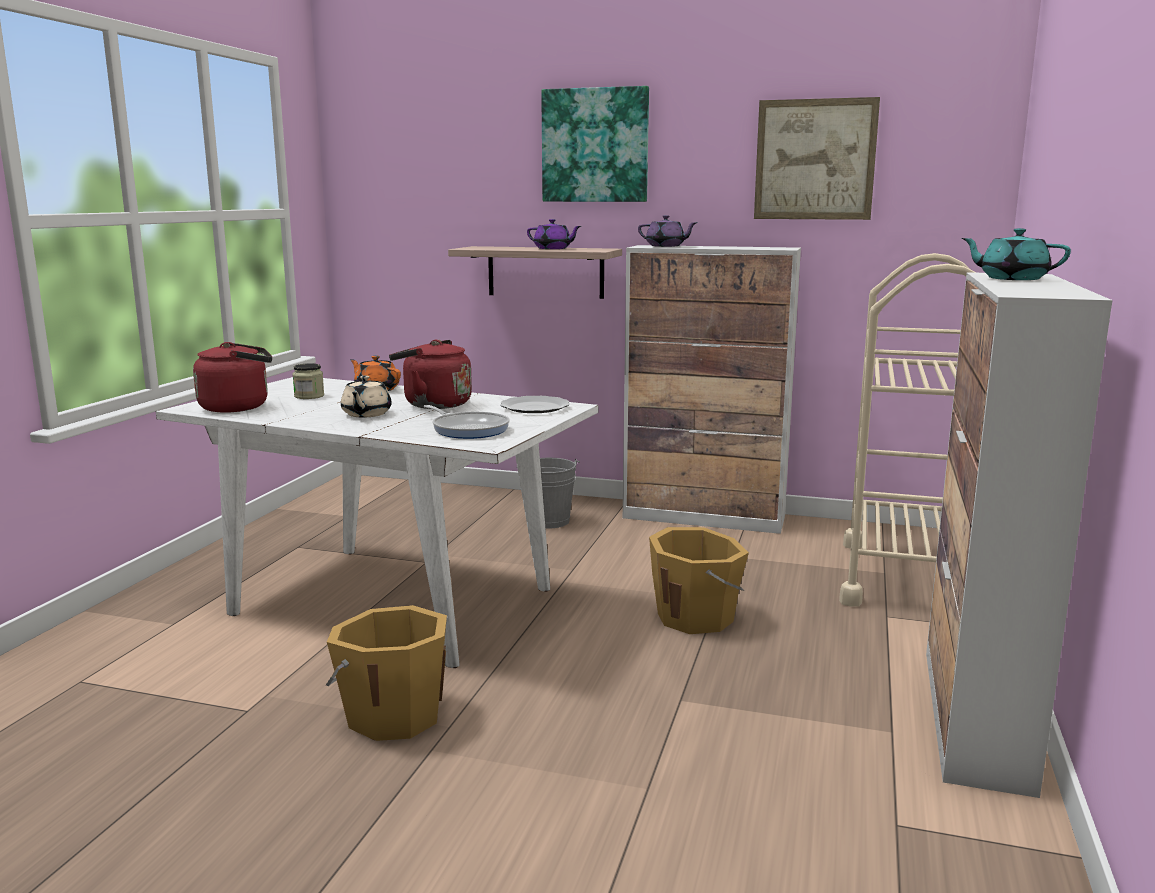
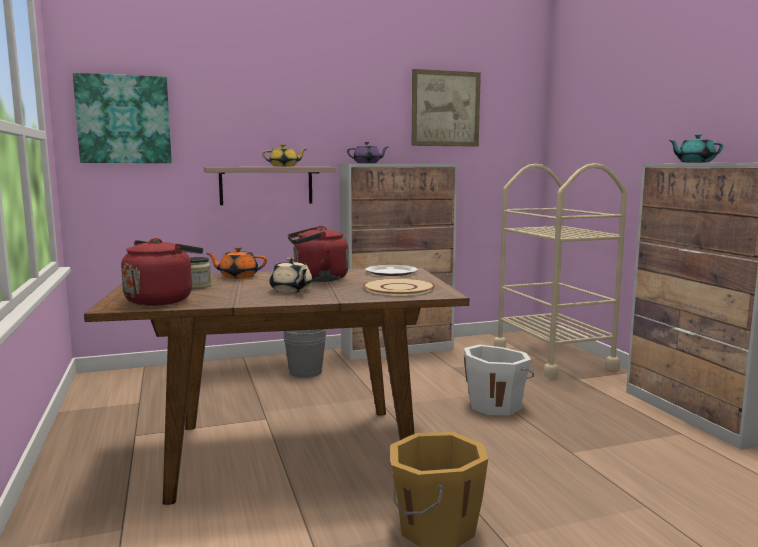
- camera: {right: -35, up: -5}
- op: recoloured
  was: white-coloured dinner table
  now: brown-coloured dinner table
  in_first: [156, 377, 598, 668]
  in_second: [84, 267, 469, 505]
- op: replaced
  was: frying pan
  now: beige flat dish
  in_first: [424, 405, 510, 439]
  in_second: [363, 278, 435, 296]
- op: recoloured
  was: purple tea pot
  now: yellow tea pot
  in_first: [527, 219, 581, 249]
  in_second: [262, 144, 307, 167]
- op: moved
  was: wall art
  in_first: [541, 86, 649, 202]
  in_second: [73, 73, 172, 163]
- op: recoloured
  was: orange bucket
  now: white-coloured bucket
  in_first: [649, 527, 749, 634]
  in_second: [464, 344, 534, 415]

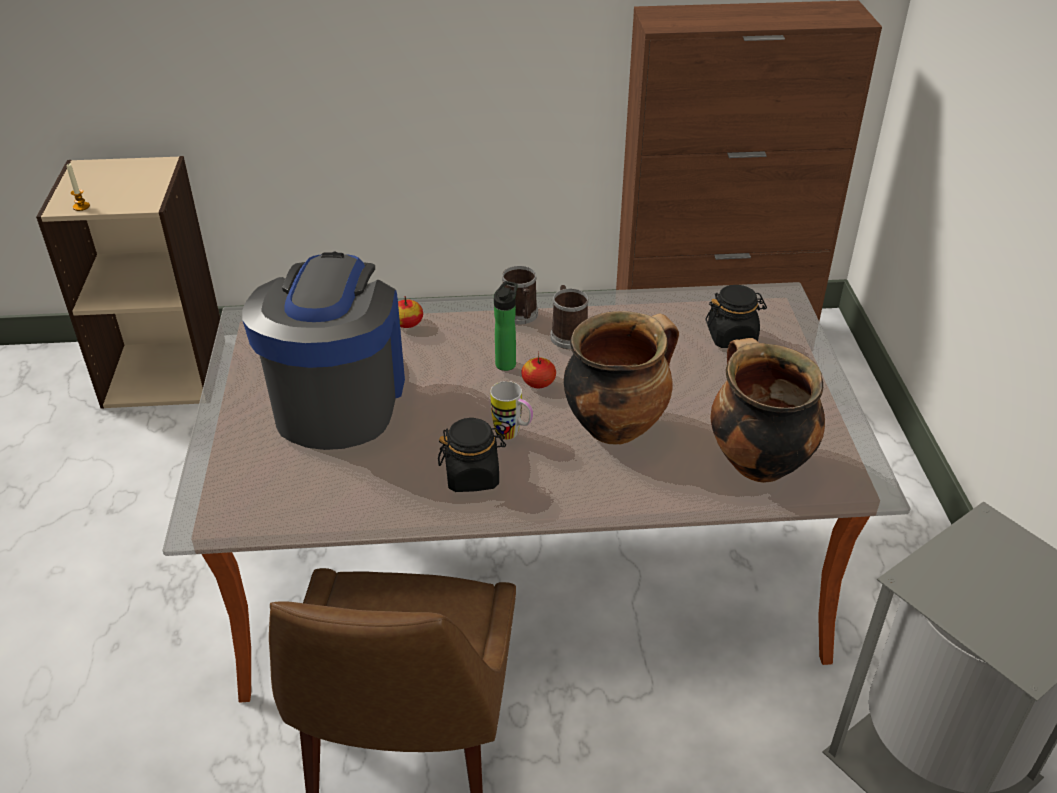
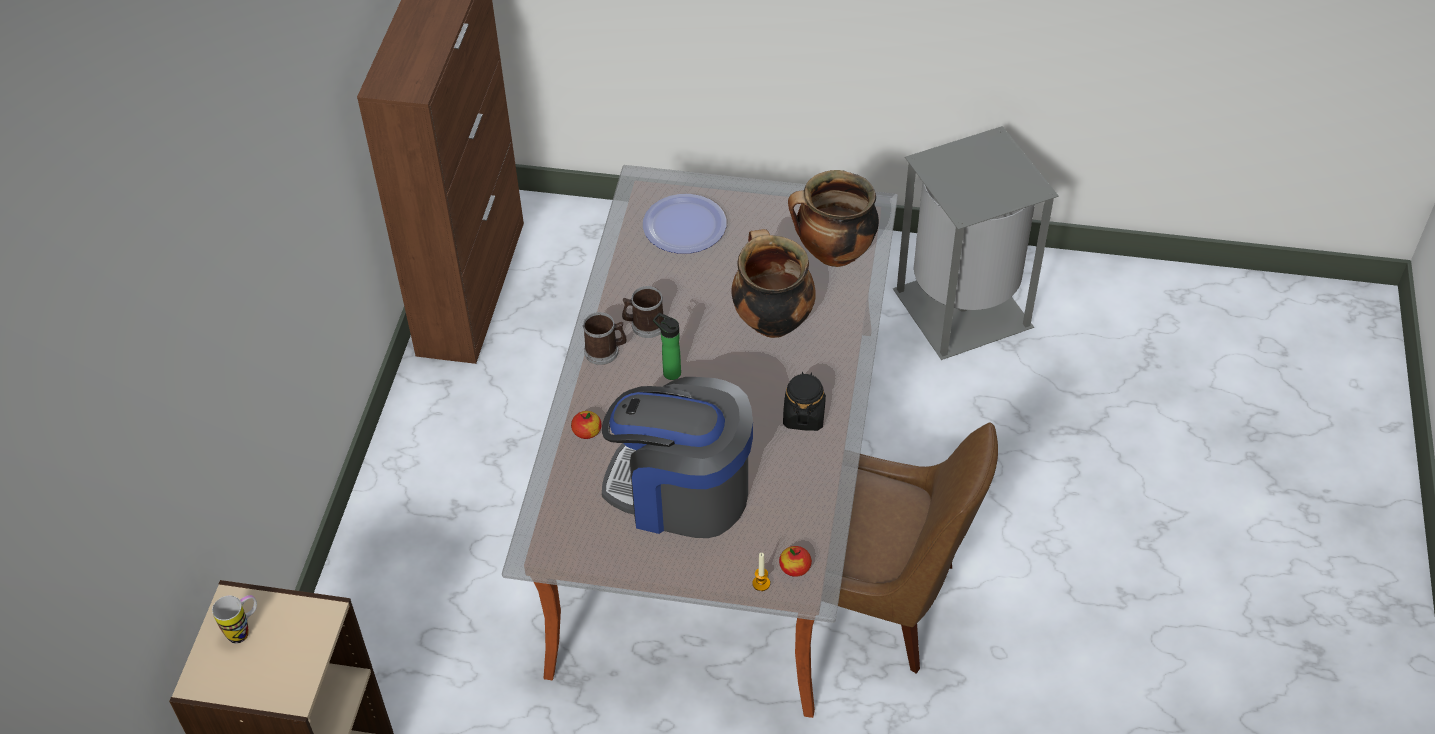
- camera: {right: -75, up: 10}
- op: moved
  was: wax light
  in_first: [66, 164, 90, 211]
  in_second: [752, 553, 770, 591]
- op: moved
  was: coffee mug
  in_first: [490, 381, 533, 440]
  in_second: [212, 595, 257, 644]
- op: moved
  was: apple
  in_first: [521, 355, 556, 388]
  in_second: [779, 546, 812, 577]
- op: replaced
  was: black storage jar
  now: flat dish
  in_first: [705, 285, 767, 348]
  in_second: [643, 194, 726, 254]

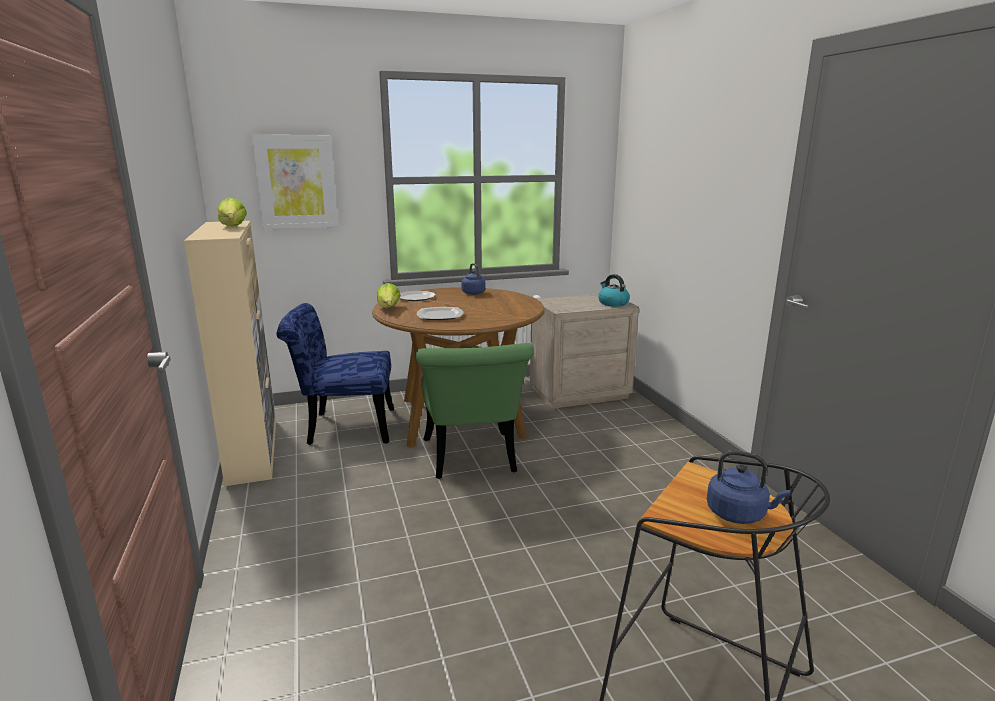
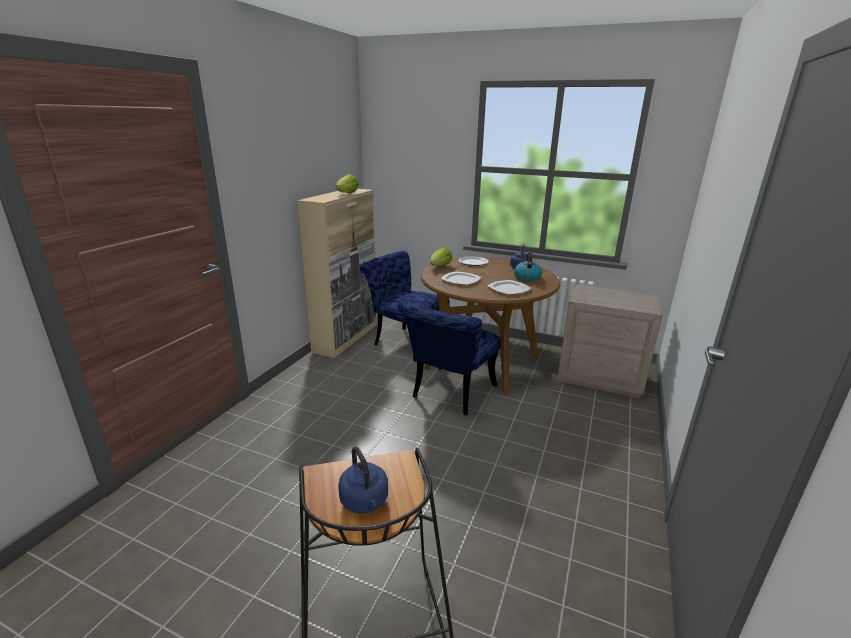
- camera: {right: 40, up: 5}
- op: removed
  was: wall art
  in_first: [252, 135, 338, 230]
- op: recoloured
  was: green-coloured chair
  now: blue-coloured chair
  in_first: [416, 343, 534, 479]
  in_second: [398, 301, 501, 415]
- op: moved
  was: kettle
  in_first: [598, 274, 630, 307]
  in_second: [514, 252, 542, 281]
- op: added
  now: flat dish
  in_second: [487, 280, 532, 295]

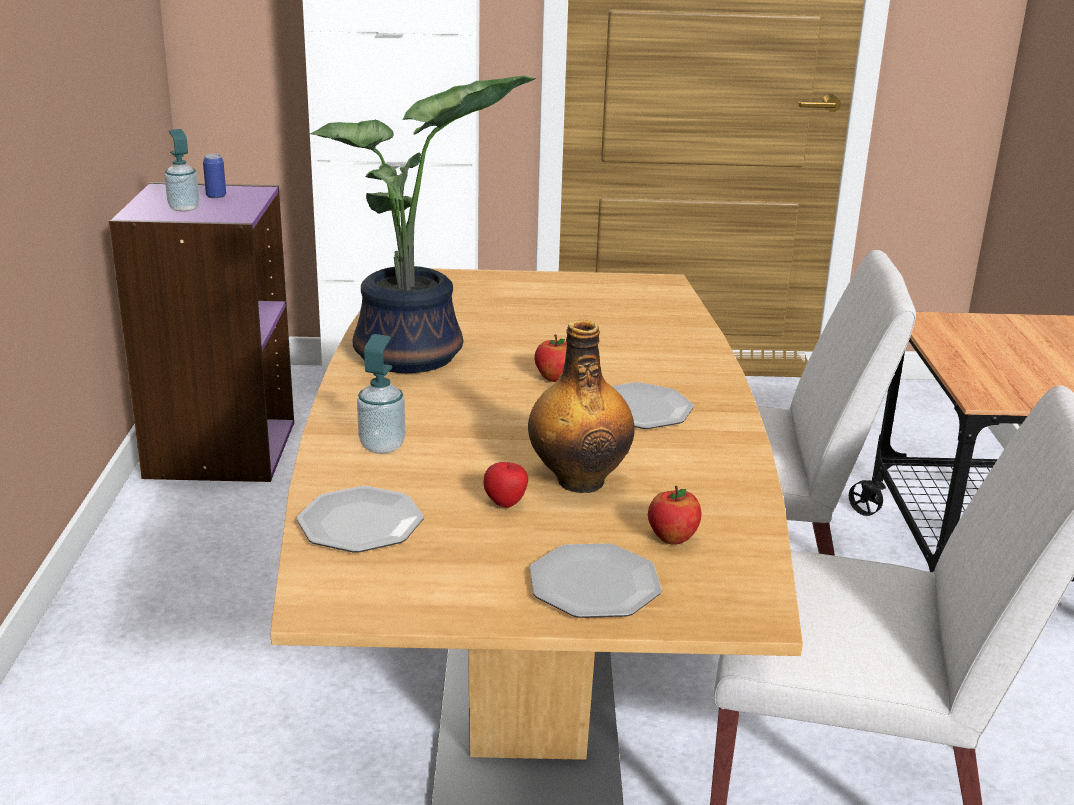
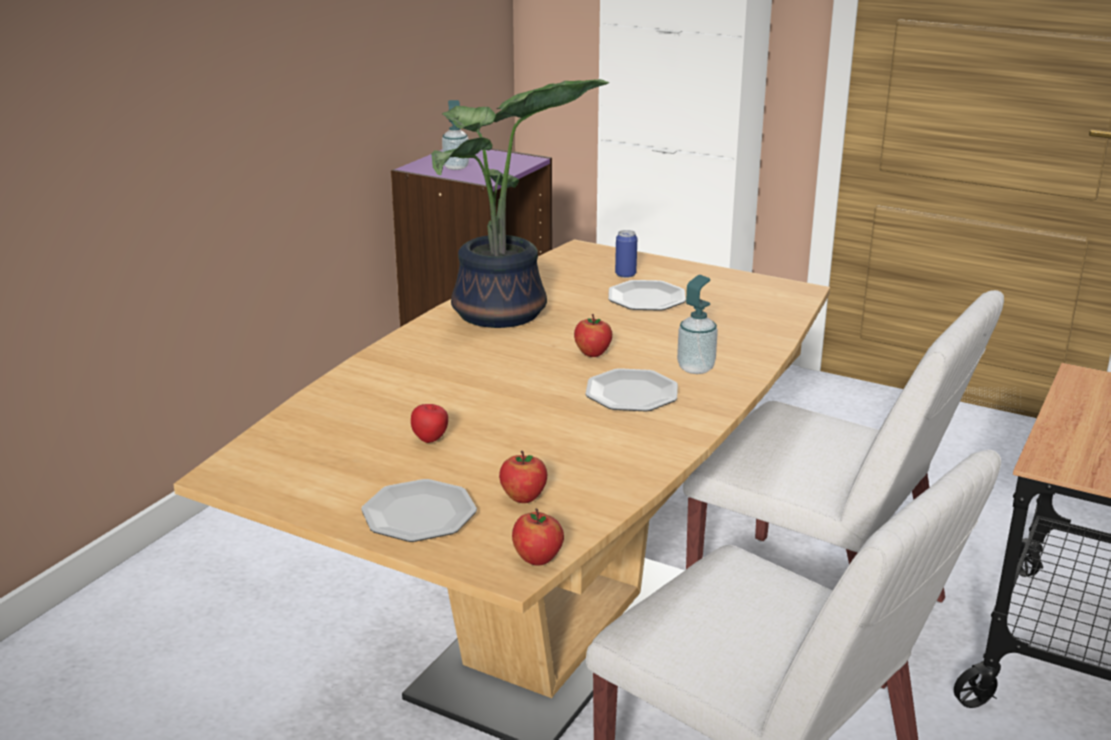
- camera: {right: 30, up: 0}
- op: moved
  was: can
  in_first: [203, 154, 226, 199]
  in_second: [615, 230, 637, 278]
- op: moved
  was: flat dish
  in_first: [297, 486, 424, 553]
  in_second: [608, 280, 686, 311]
- op: moved
  was: soap bottle
  in_first: [357, 334, 406, 454]
  in_second: [677, 275, 718, 374]
- op: removed
  was: drink bottle
  in_first: [528, 320, 634, 493]
- op: added
  now: apple
  in_second: [512, 509, 564, 566]

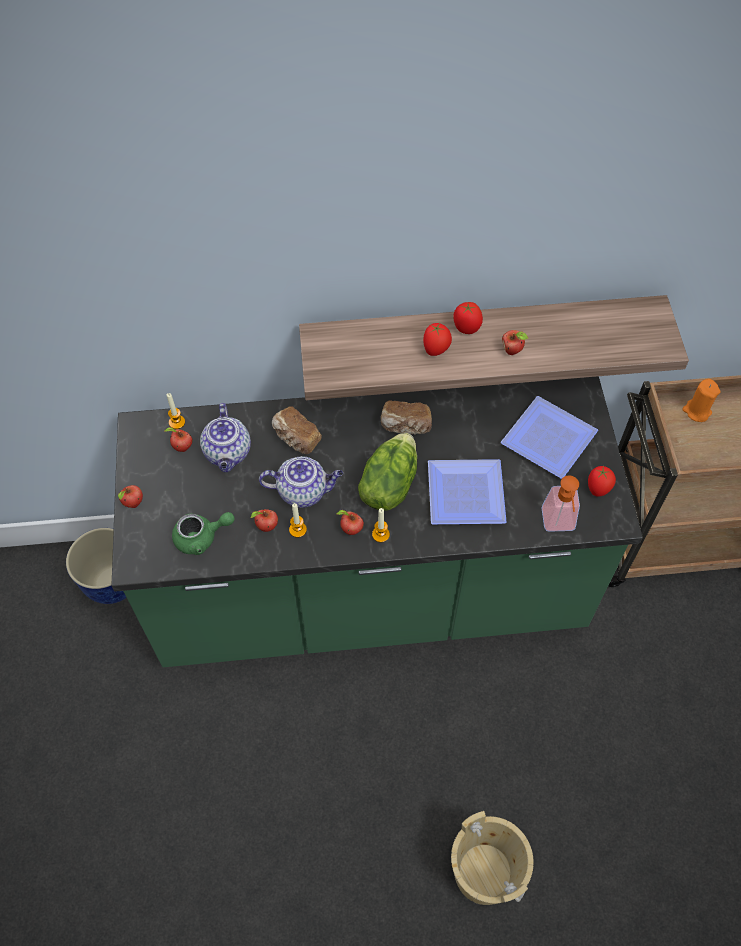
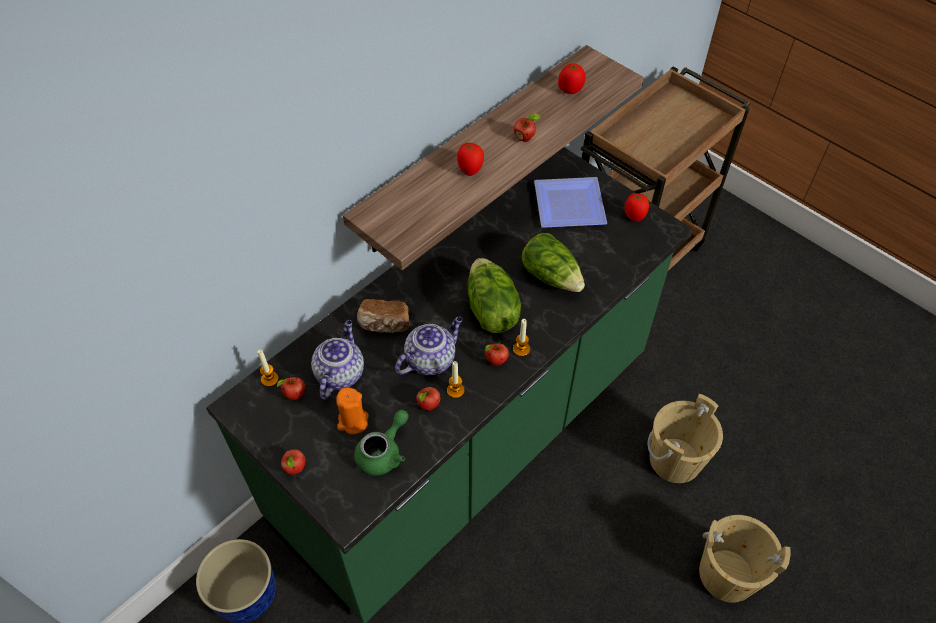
- camera: {right: -40, up: -5}
- op: turned
  was: tea pot
  in_first: [200, 403, 251, 472]
  in_second: [311, 320, 364, 399]
  clockwise: -120
- op: removed
  was: bread
  in_first: [381, 400, 432, 435]
- op: replaced
  was: flat dish
  now: head of lettuce
  in_first: [428, 459, 507, 524]
  in_second: [522, 233, 585, 292]
- op: moved
  was: tomato
  in_first: [453, 302, 483, 334]
  in_second: [558, 63, 586, 94]
- op: removed
  was: soap bottle
  in_first: [542, 475, 580, 532]
- op: moved
  was: orange wax light
  in_first: [682, 379, 721, 422]
  in_second: [337, 388, 369, 434]
- op: added
  now: beige bucket
  in_second: [647, 394, 723, 483]

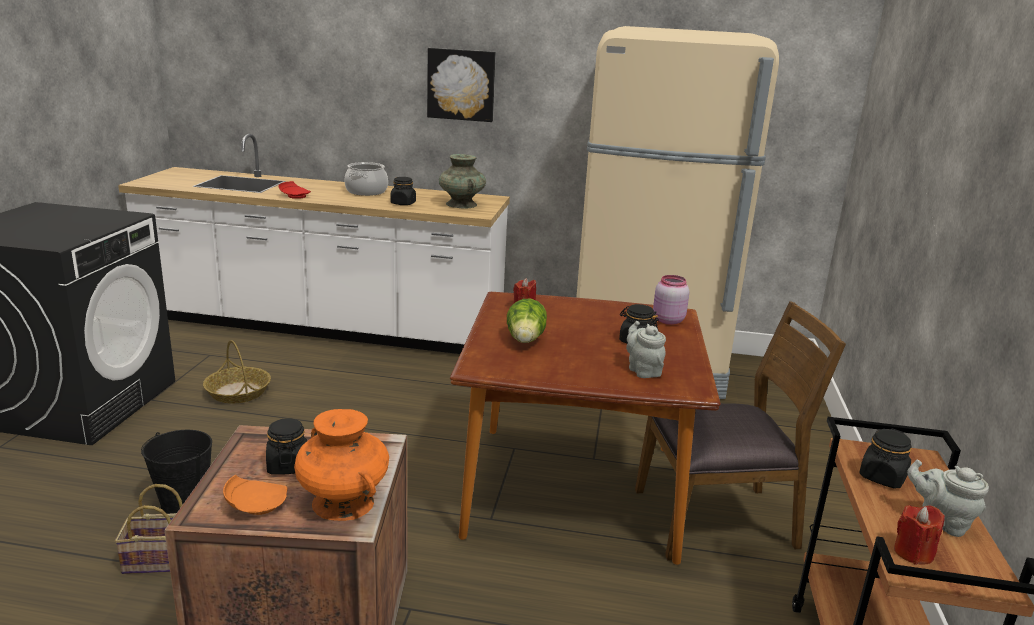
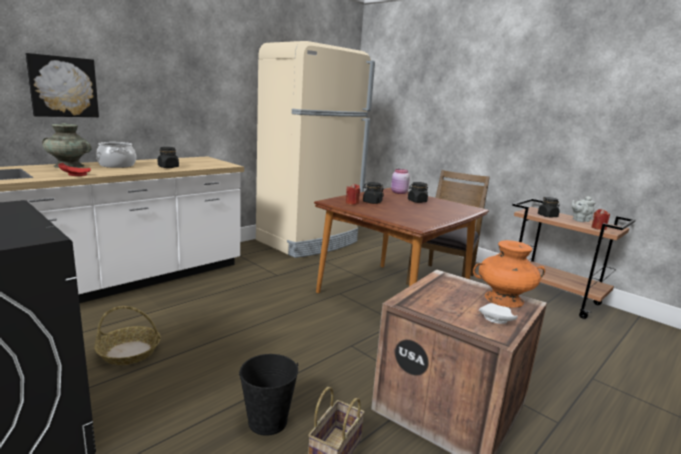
- camera: {right: -55, up: -5}
- op: recoloured
  was: orange flat dish
  now: white-coloured flat dish
  in_first: [223, 475, 288, 515]
  in_second: [479, 303, 518, 324]
- op: moved
  was: black storage jar
  in_first: [266, 418, 307, 475]
  in_second: [363, 182, 384, 204]
- op: moved
  was: wall art
  in_first: [427, 48, 496, 122]
  in_second: [25, 53, 99, 117]
- op: moved
  was: turquoise-coloured flower vase
  in_first: [439, 154, 486, 209]
  in_second: [42, 123, 91, 168]
- op: removed
  was: head of lettuce
  in_first: [507, 298, 547, 343]
- op: removed
  was: greyish tea pot
  in_first: [626, 321, 666, 378]

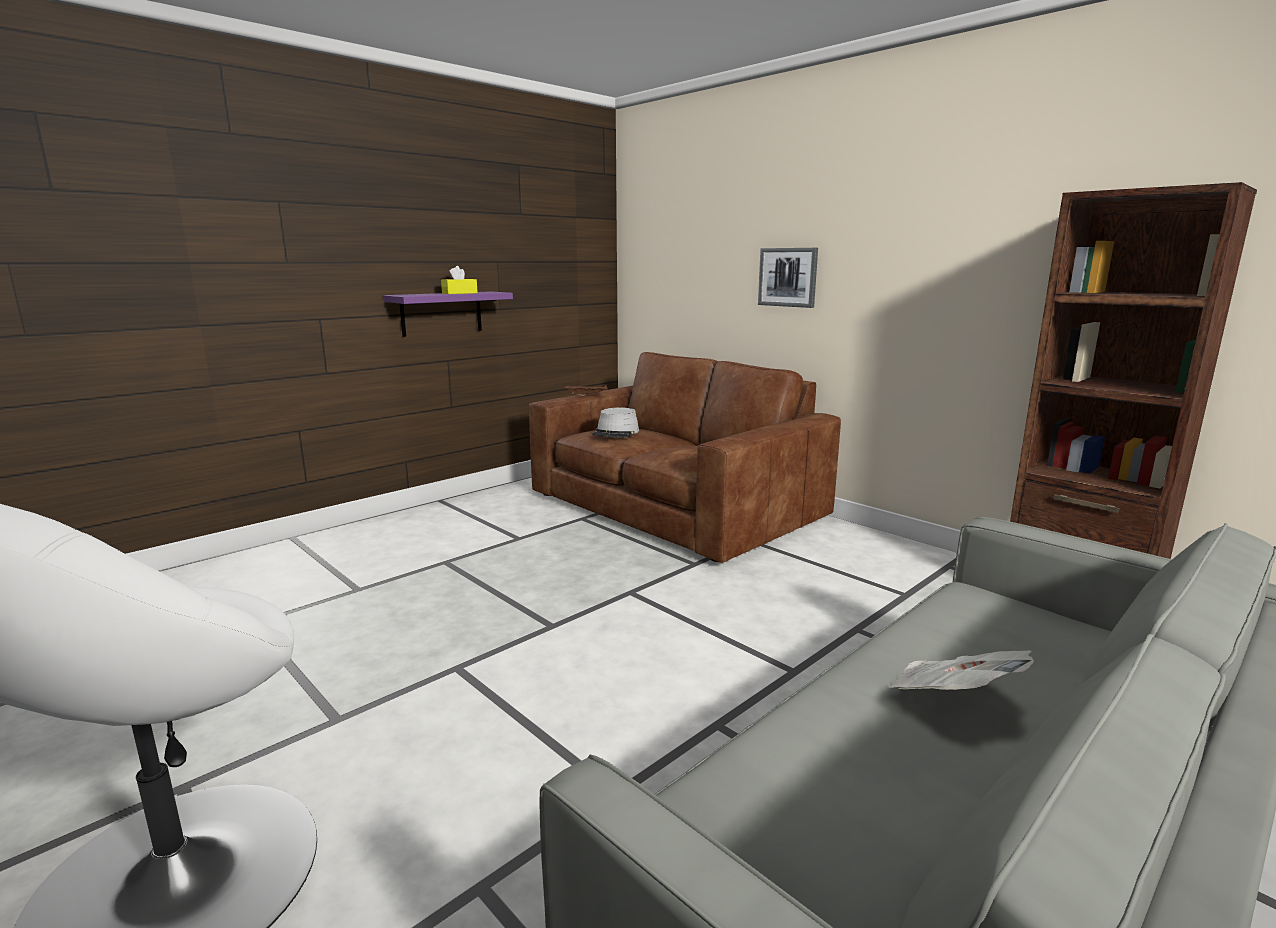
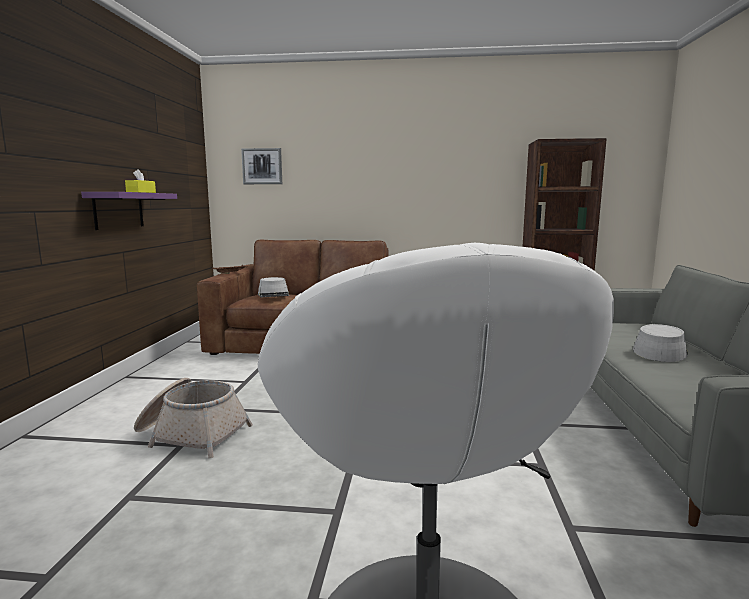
- camera: {right: -40, up: -5}
- op: moved
  was: wall art
  in_first: [758, 248, 818, 308]
  in_second: [241, 148, 282, 184]
- op: replaced
  was: daily paper
  now: greyish clothing hat
  in_first: [888, 651, 1034, 690]
  in_second: [633, 324, 688, 362]
- op: added
  now: basket
  in_second: [134, 378, 253, 458]

